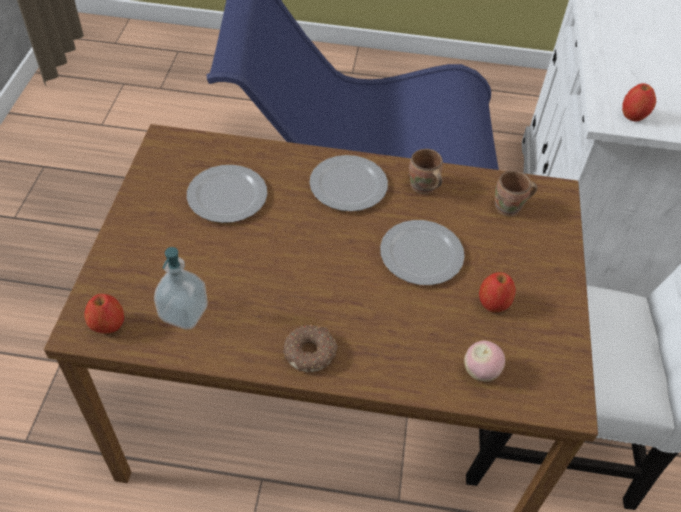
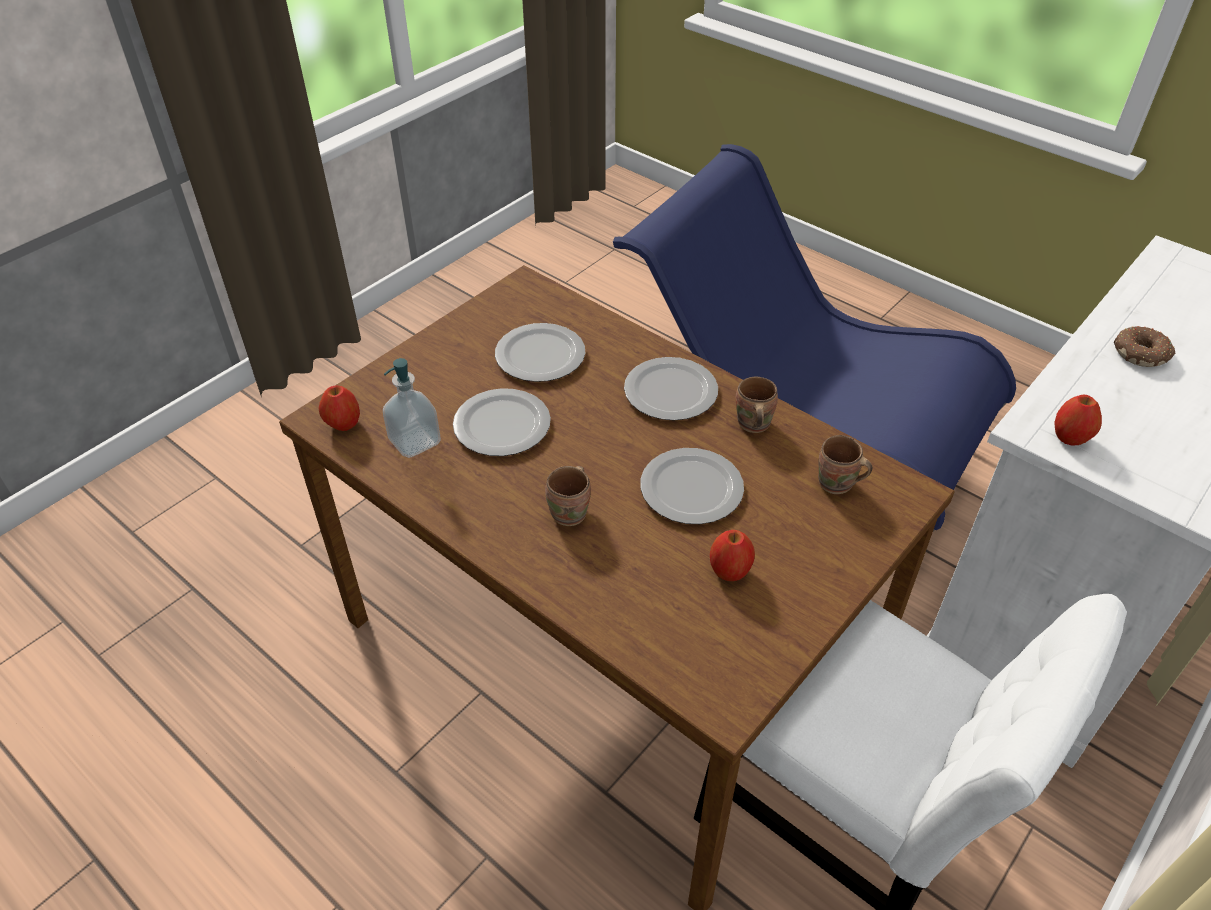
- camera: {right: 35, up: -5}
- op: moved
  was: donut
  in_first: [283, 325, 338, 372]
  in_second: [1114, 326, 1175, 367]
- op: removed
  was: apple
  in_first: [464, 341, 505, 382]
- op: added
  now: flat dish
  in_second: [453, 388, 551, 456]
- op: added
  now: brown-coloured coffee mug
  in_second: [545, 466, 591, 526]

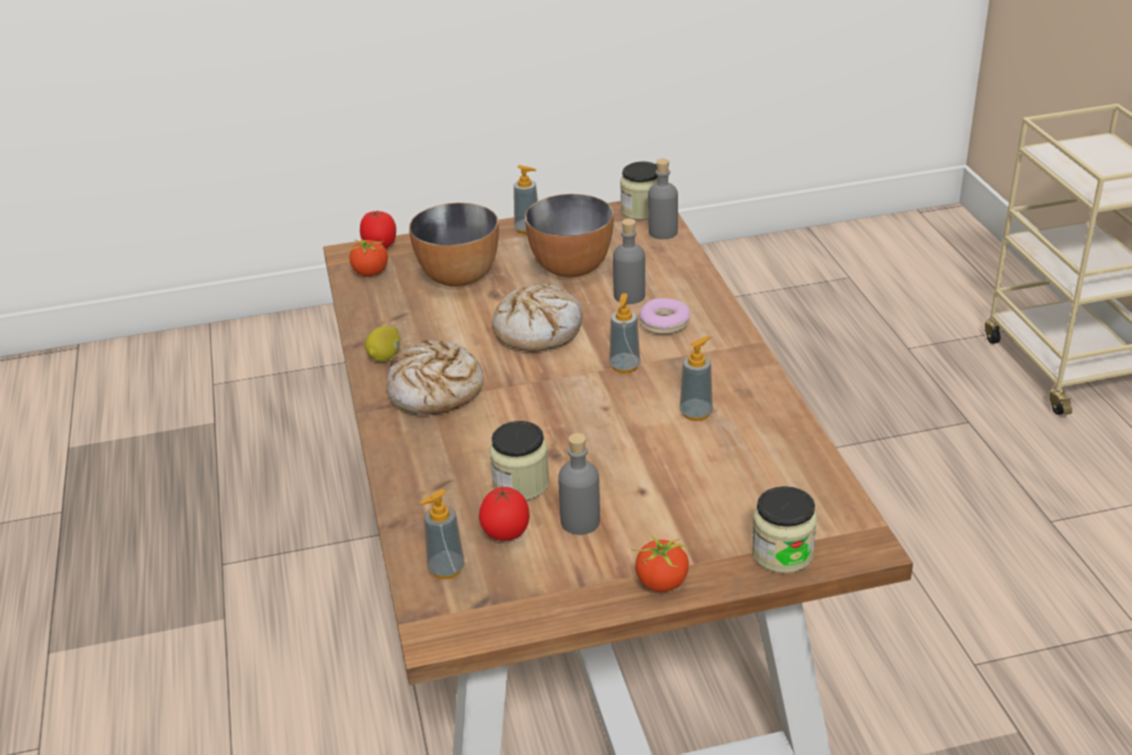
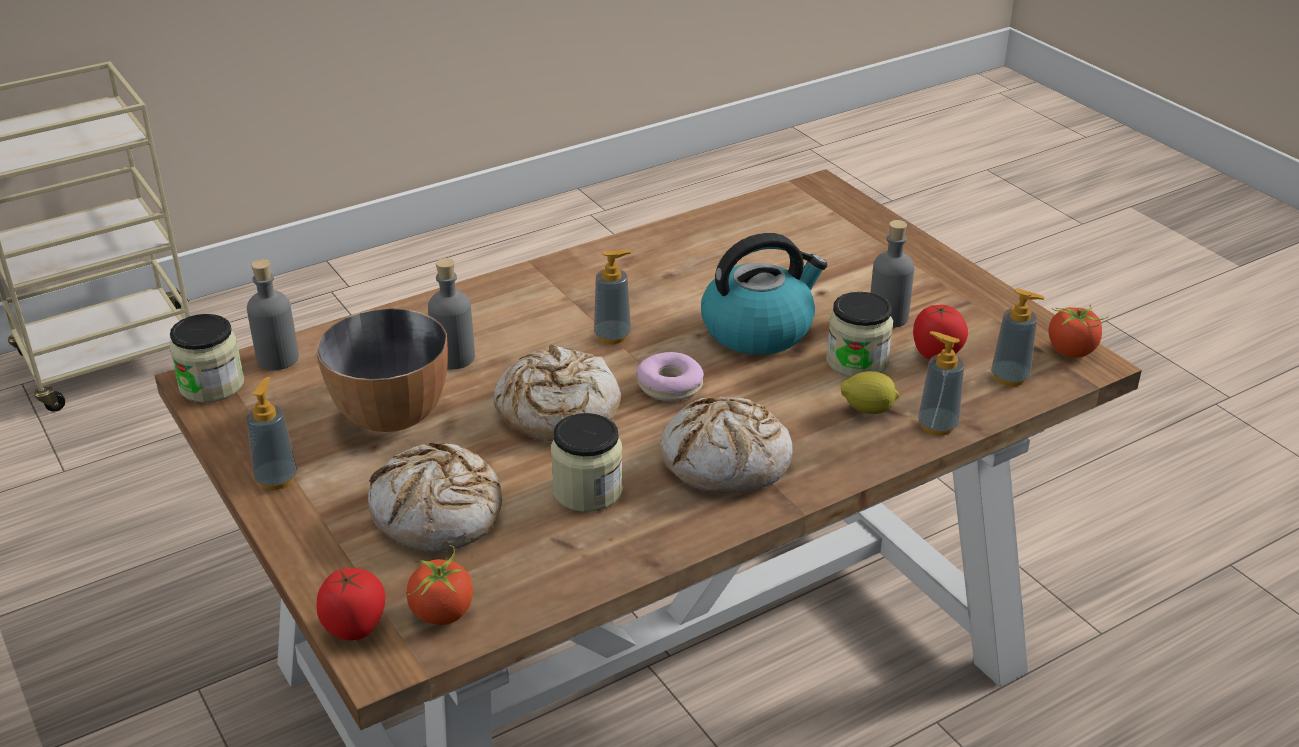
- camera: {right: -110, up: 0}
- op: moved
  was: citrus fruit
  in_first: [365, 326, 400, 362]
  in_second: [841, 371, 900, 414]
- op: replaced
  was: serving bowl
  now: bread
  in_first: [409, 203, 499, 287]
  in_second: [368, 443, 502, 551]
- op: moved
  was: tomato
  in_first: [631, 534, 689, 592]
  in_second: [1049, 305, 1109, 357]
- op: moved
  was: donut
  in_first: [639, 298, 690, 335]
  in_second: [636, 352, 704, 401]
- op: moved
  was: soap bottle
  in_first: [680, 336, 713, 421]
  in_second: [918, 331, 964, 435]
- op: moved
  was: storage jar
  in_first: [752, 486, 817, 573]
  in_second: [551, 413, 623, 512]
- op: added
  now: kettle
  in_second: [701, 233, 828, 355]

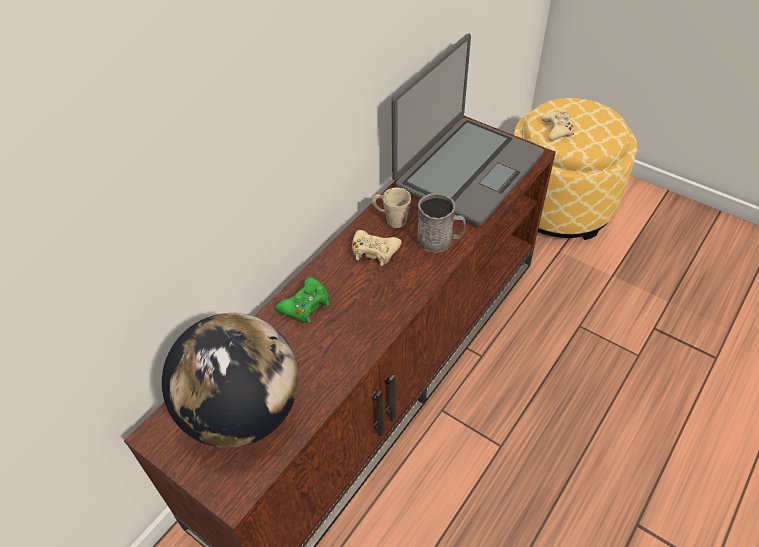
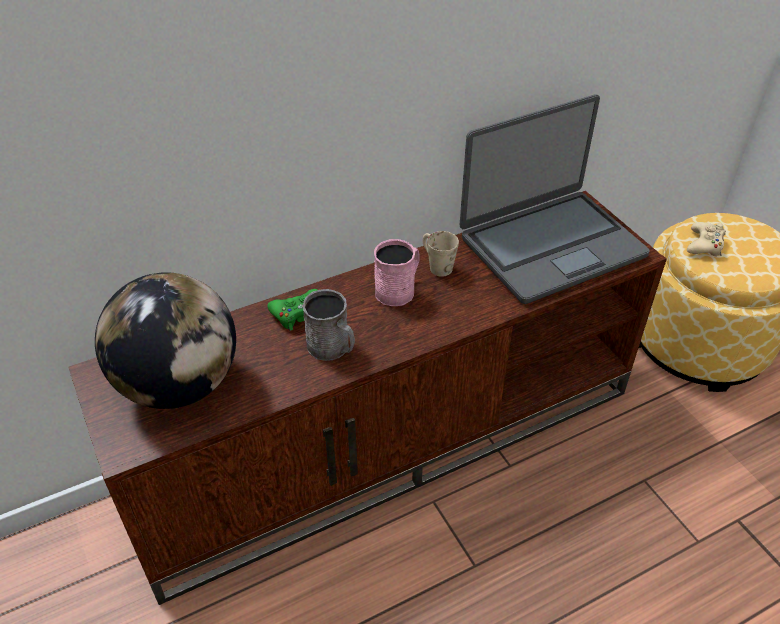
- camera: {right: 25, up: -5}
- op: replaced
  was: beige game controller
  now: pink-coloured coffee mug
  in_first: [352, 230, 401, 266]
  in_second: [374, 239, 419, 306]
- op: moved
  was: greyish coffee mug
  in_first: [417, 193, 466, 253]
  in_second: [303, 289, 355, 361]

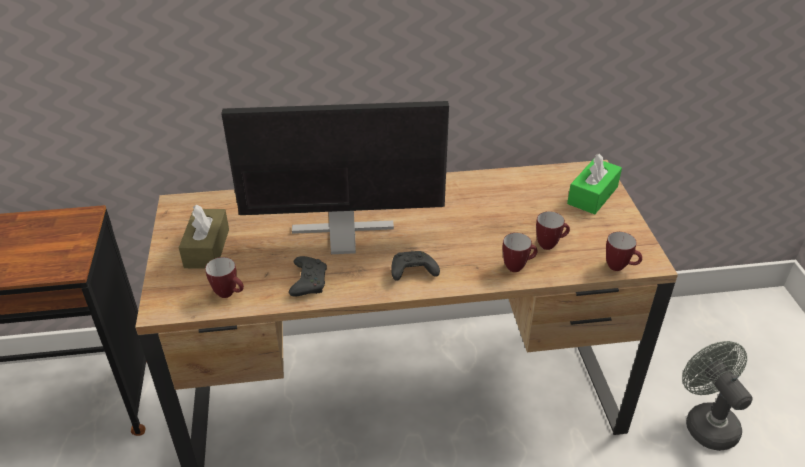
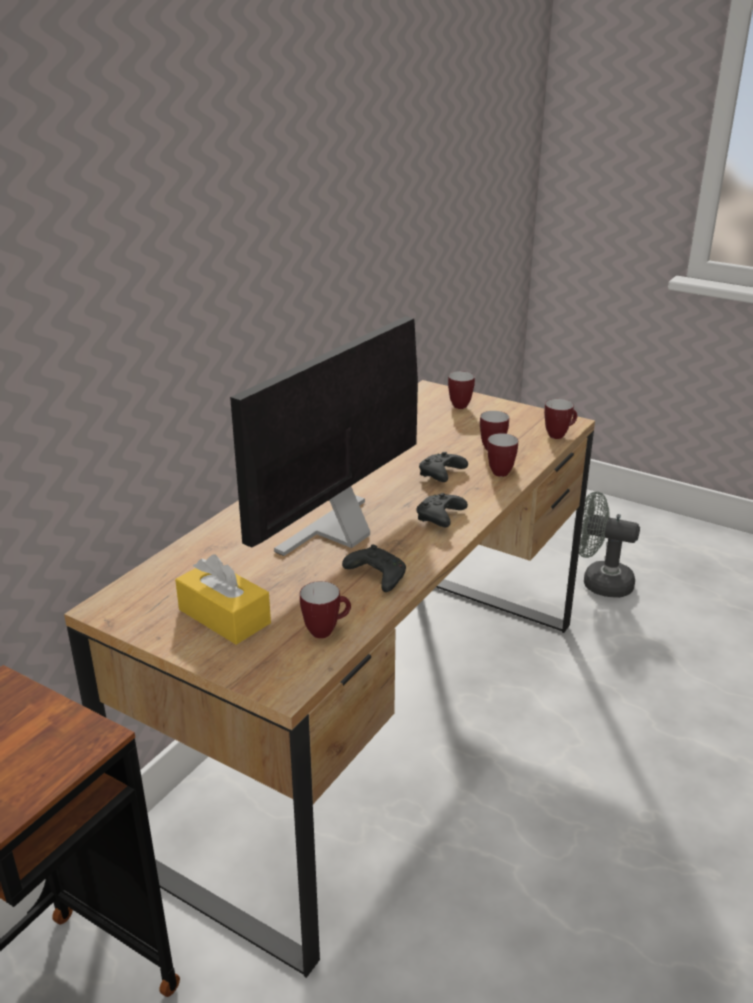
- camera: {right: -50, up: -10}
- op: recoloured
  was: brown-coloured tissue holder
  now: yellow tissue holder
  in_first: [179, 205, 229, 269]
  in_second: [175, 554, 271, 645]
- op: replaced
  was: green-coloured tissue holder
  now: coffee mug
  in_first: [567, 154, 622, 215]
  in_second: [448, 371, 475, 409]
- op: added
  now: black game controller
  in_second: [419, 452, 468, 482]

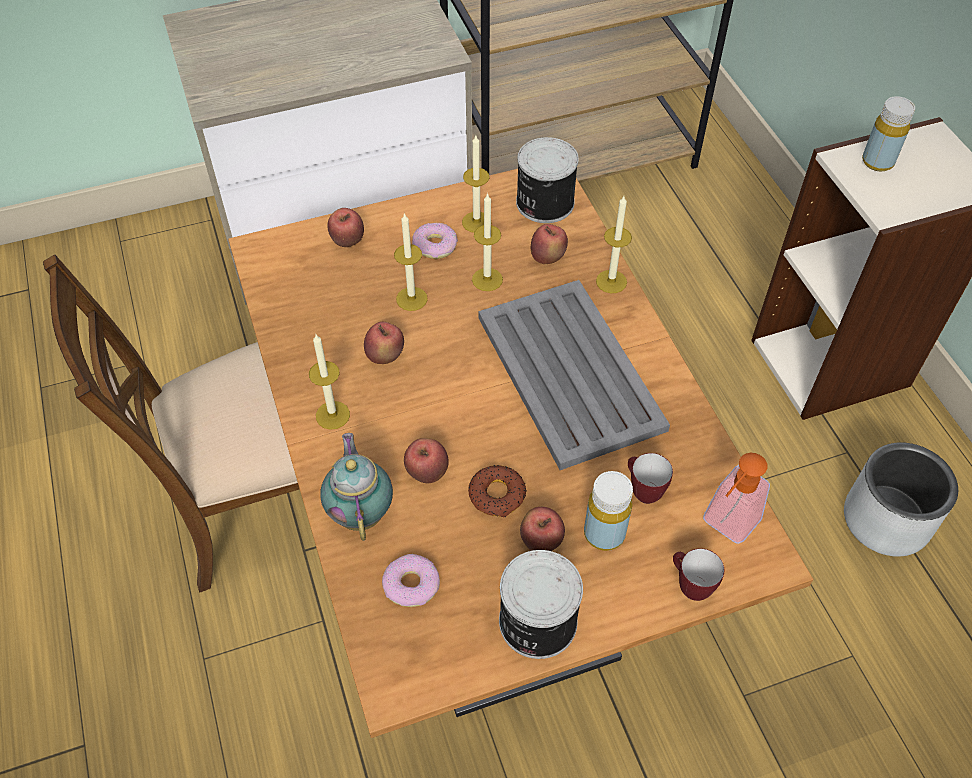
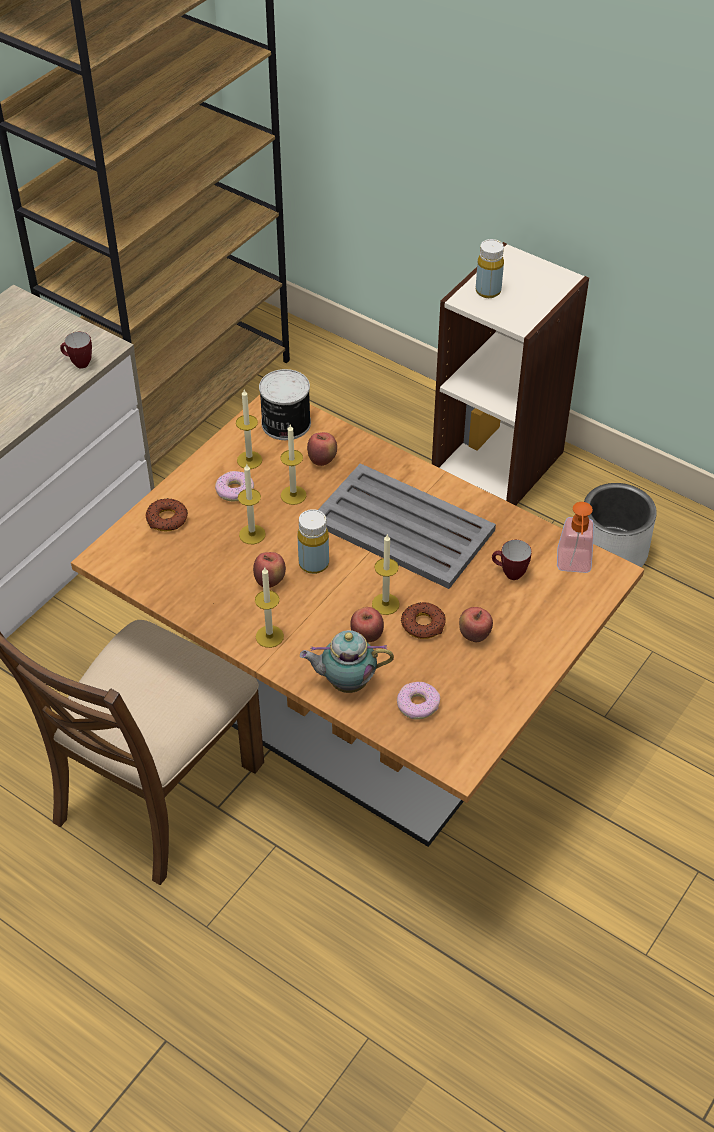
- camera: {right: -35, up: -5}
- op: turned
  was: tea pot
  in_first: [321, 433, 393, 541]
  in_second: [300, 630, 394, 693]
  clockwise: -45
- op: replaced
  was: apple
  now: donut
  in_first: [327, 208, 364, 247]
  in_second: [146, 498, 188, 531]
- op: removed
  was: can
  in_first: [499, 550, 583, 659]
- op: moved
  was: yellow drink bottle
  in_first: [584, 471, 633, 551]
  in_second: [297, 509, 329, 574]
- op: moved
  was: wax light
  in_first: [596, 196, 632, 293]
  in_second: [372, 535, 399, 615]
- op: moved
  was: coffee mug
  in_first: [673, 548, 724, 601]
  in_second: [60, 332, 92, 369]

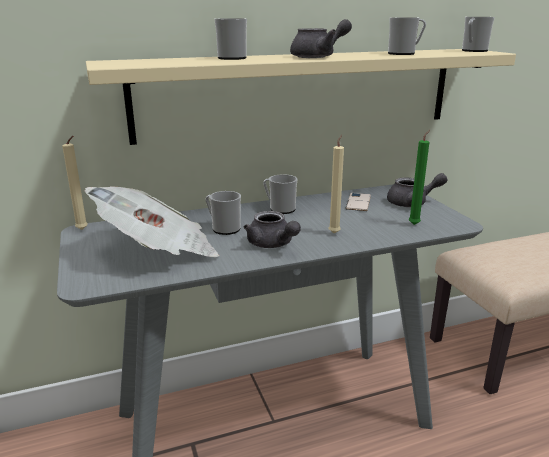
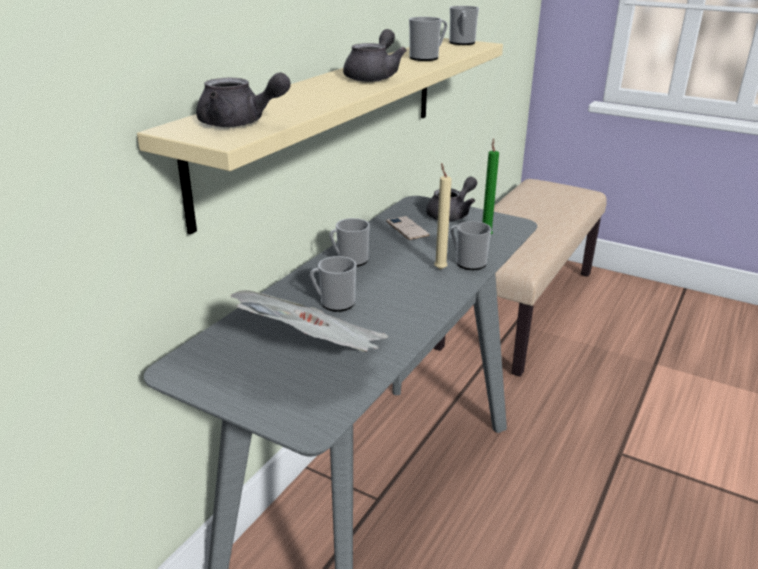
- camera: {right: -40, up: 5}
- op: removed
  was: beige wax light
  in_first: [62, 136, 88, 230]
- op: moved
  was: coffee mug
  in_first: [214, 18, 247, 60]
  in_second: [450, 221, 491, 270]
- op: moved
  was: greyish tea pot
  in_first: [244, 211, 301, 248]
  in_second: [196, 73, 291, 127]

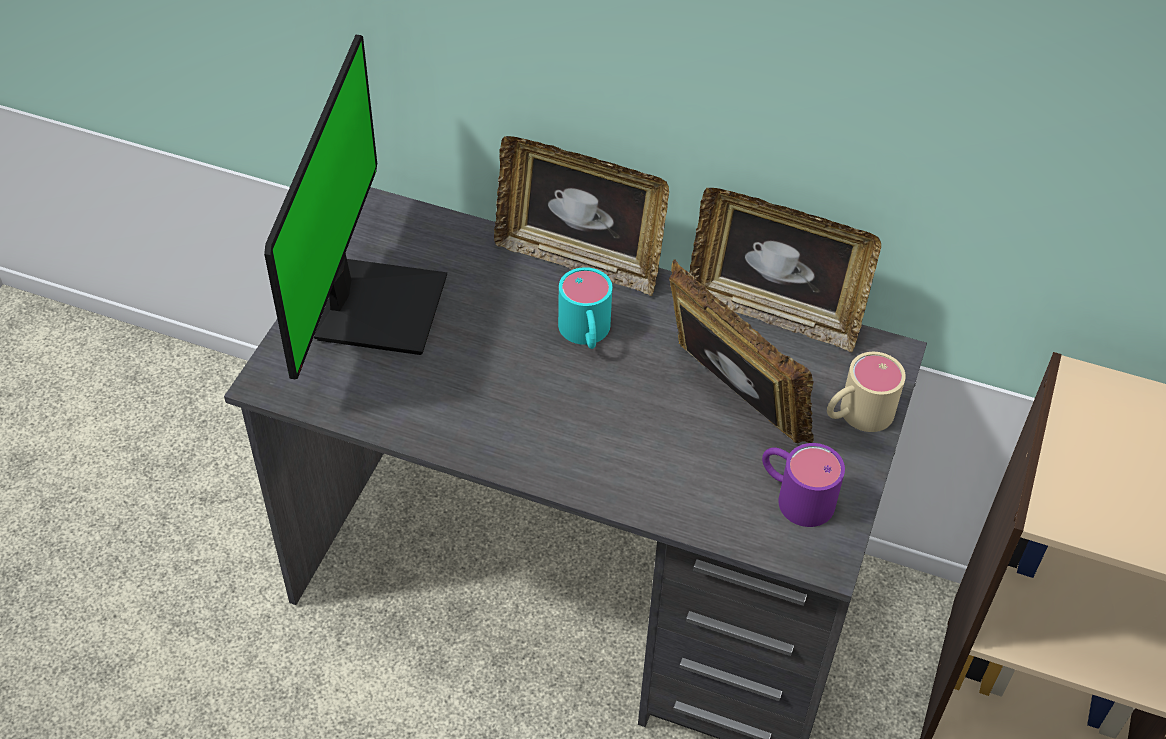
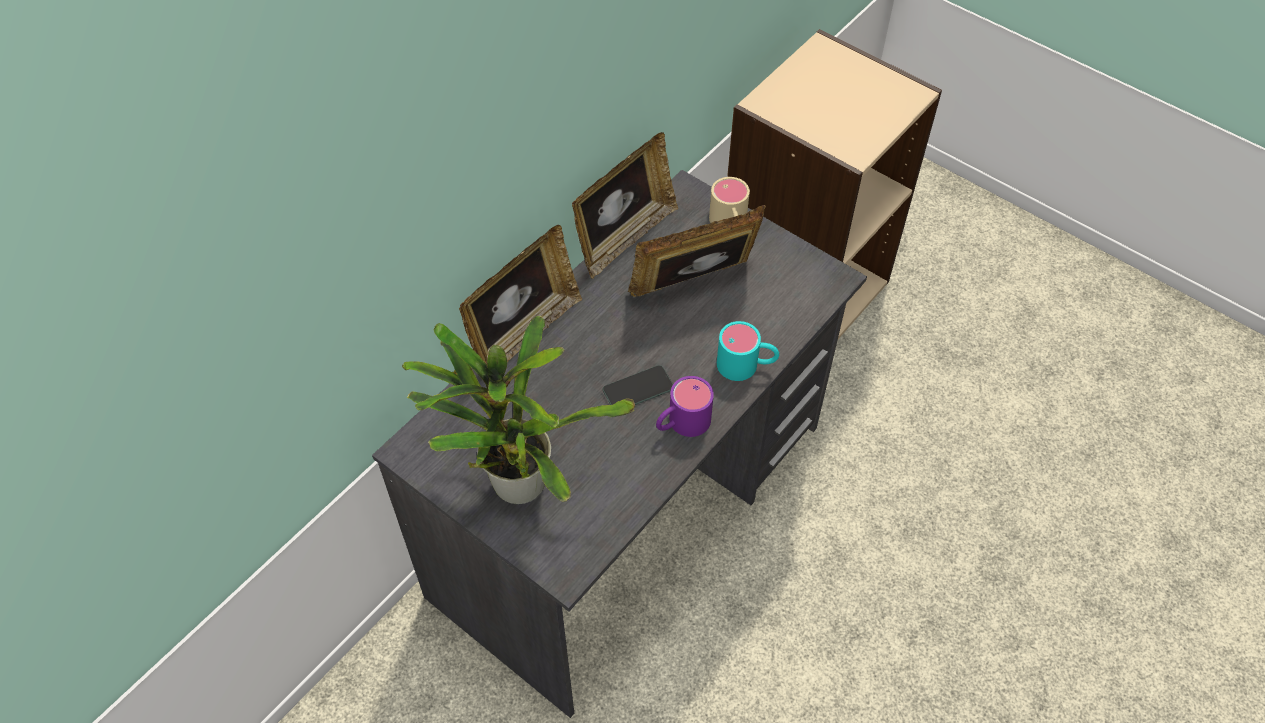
- camera: {right: -70, up: 5}
- op: replaced
  was: monitor
  now: plant in a pot
  in_first: [264, 35, 447, 379]
  in_second: [402, 316, 635, 504]
- op: moved
  was: turquoise-coloured coffee mug
  in_first: [558, 267, 612, 349]
  in_second: [717, 321, 779, 381]
- op: moved
  was: purple coffee mug
  in_first: [762, 443, 845, 527]
  in_second: [656, 376, 714, 437]
- op: added
  now: phone
  in_second: [602, 365, 673, 405]

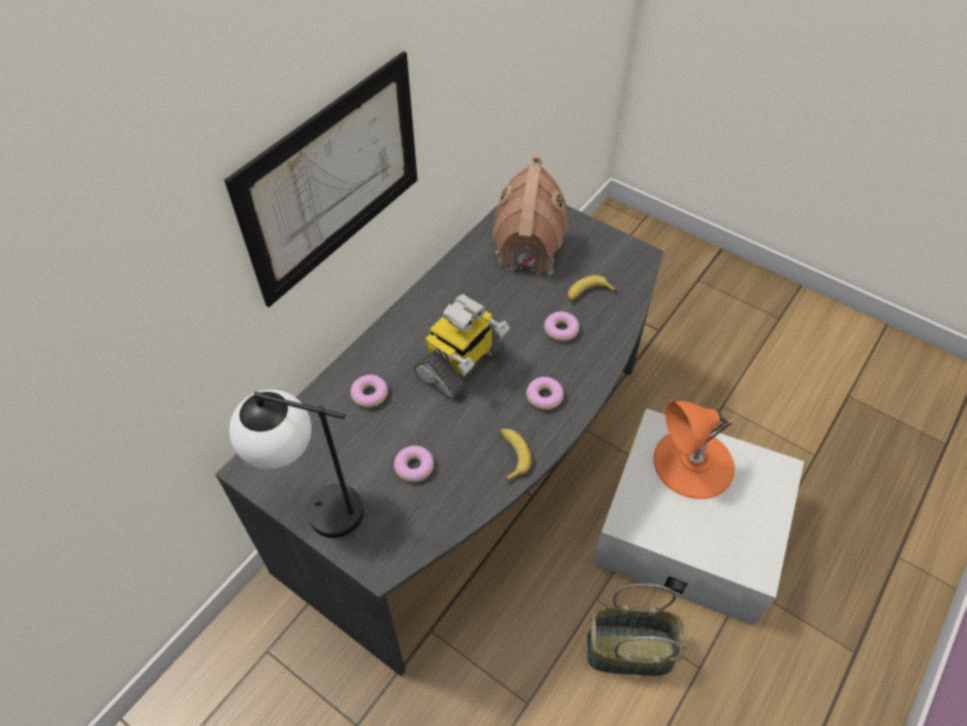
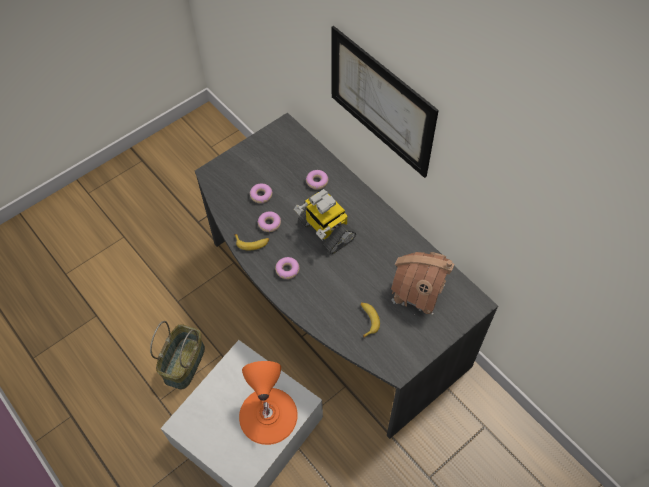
- camera: {right: 105, up: 5}
- op: removed
  was: table lamp
  in_first: [229, 390, 364, 538]
- op: moved
  was: donut
  in_first: [544, 312, 579, 341]
  in_second: [257, 211, 281, 232]

